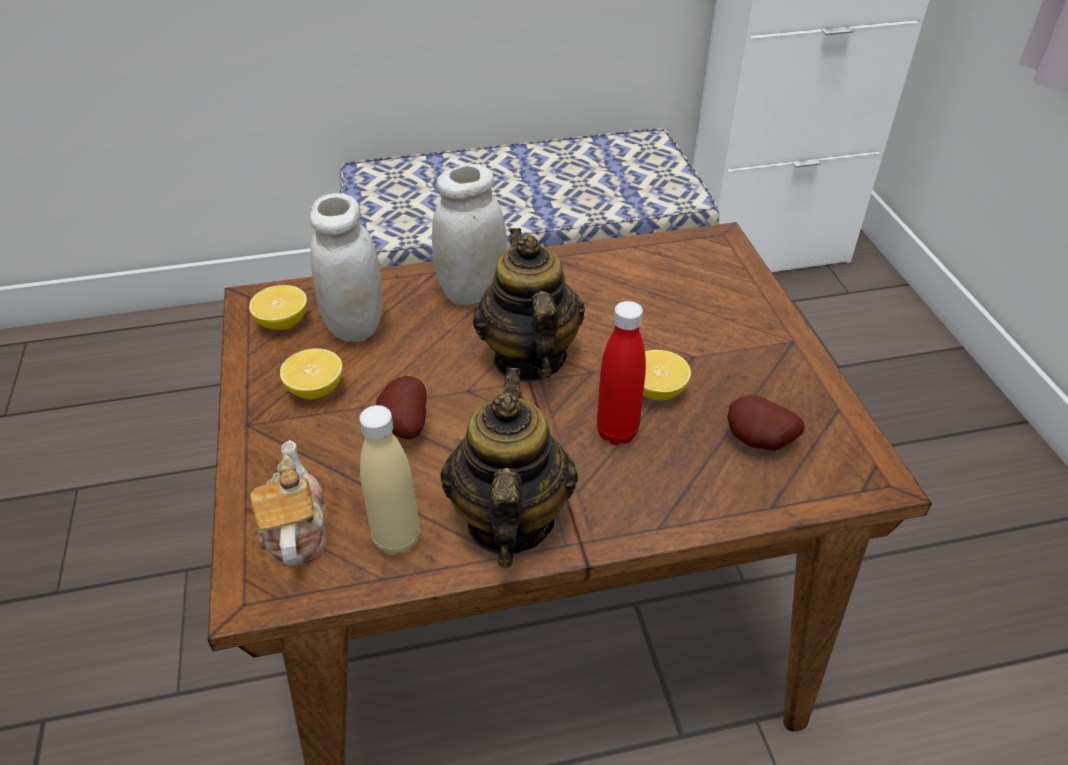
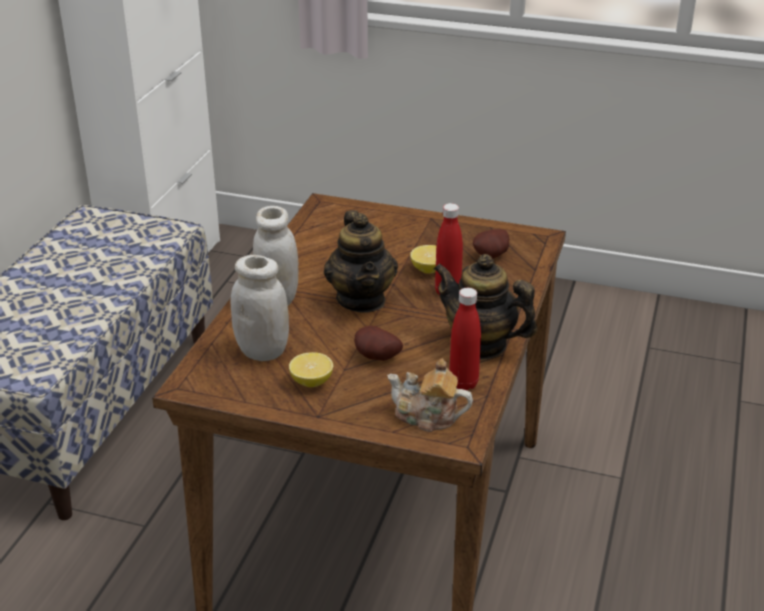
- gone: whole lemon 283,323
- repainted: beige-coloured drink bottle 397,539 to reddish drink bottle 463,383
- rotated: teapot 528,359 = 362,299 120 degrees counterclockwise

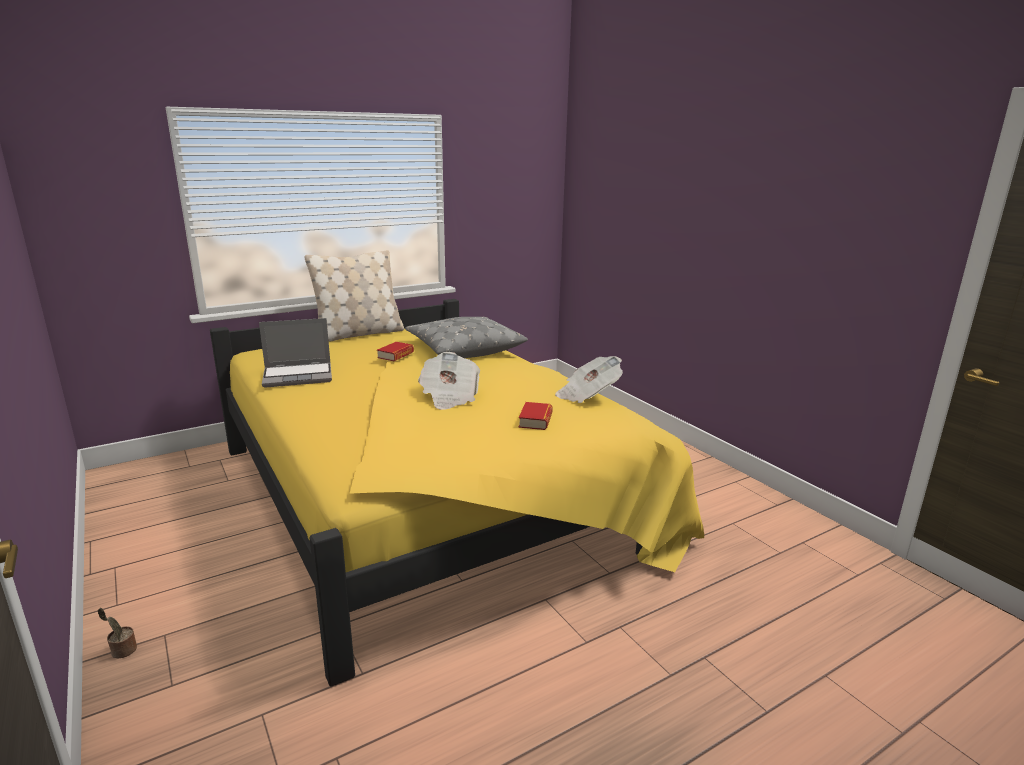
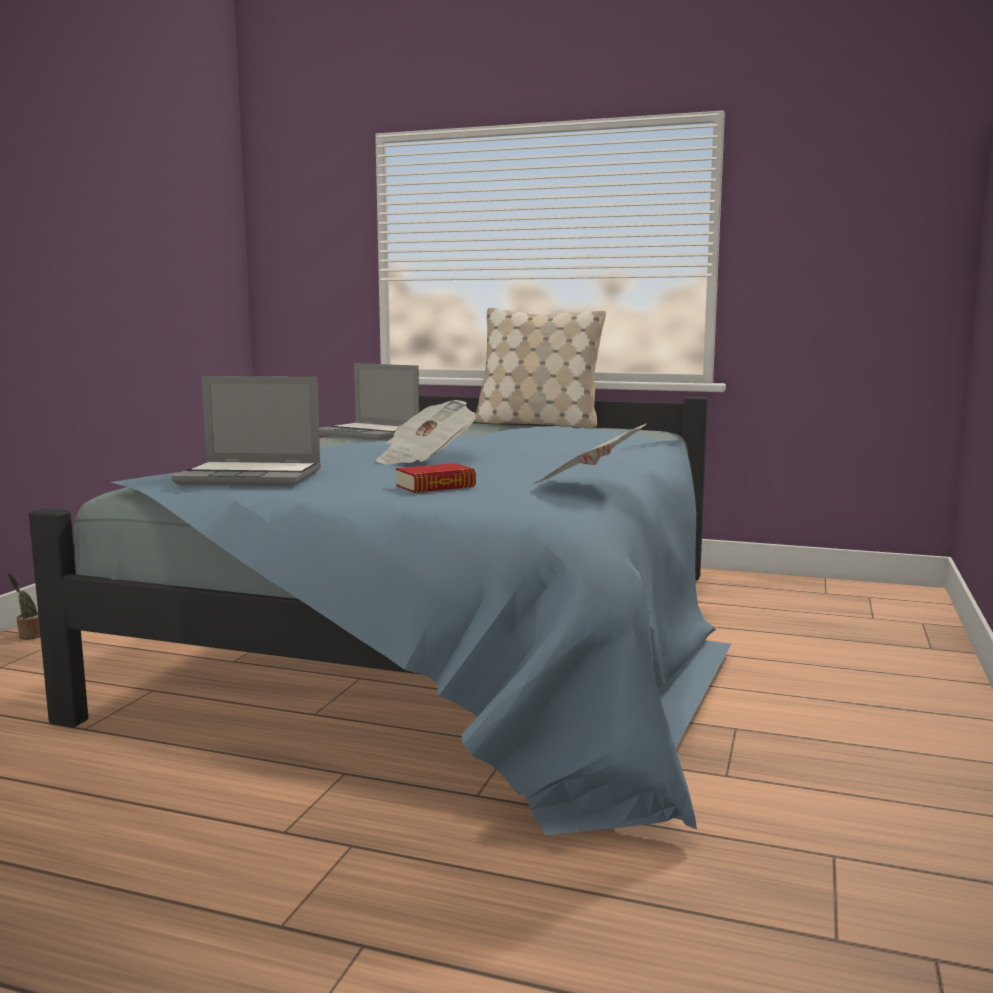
- repainted: yellow sleeping bed 433,498 to blue sleeping bed 459,642
- gone: volume 395,355
- gone: grey cushion 464,349
- new: laptop 252,477

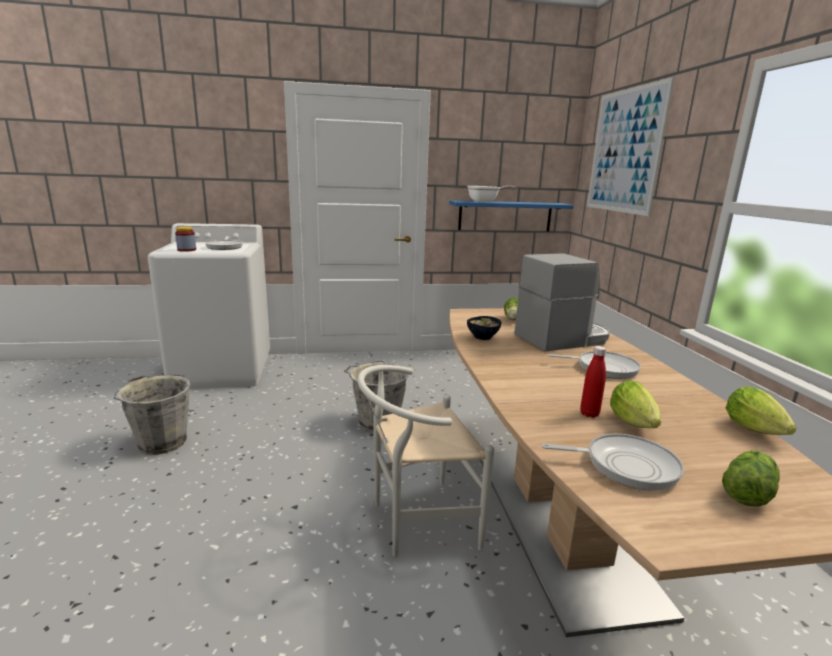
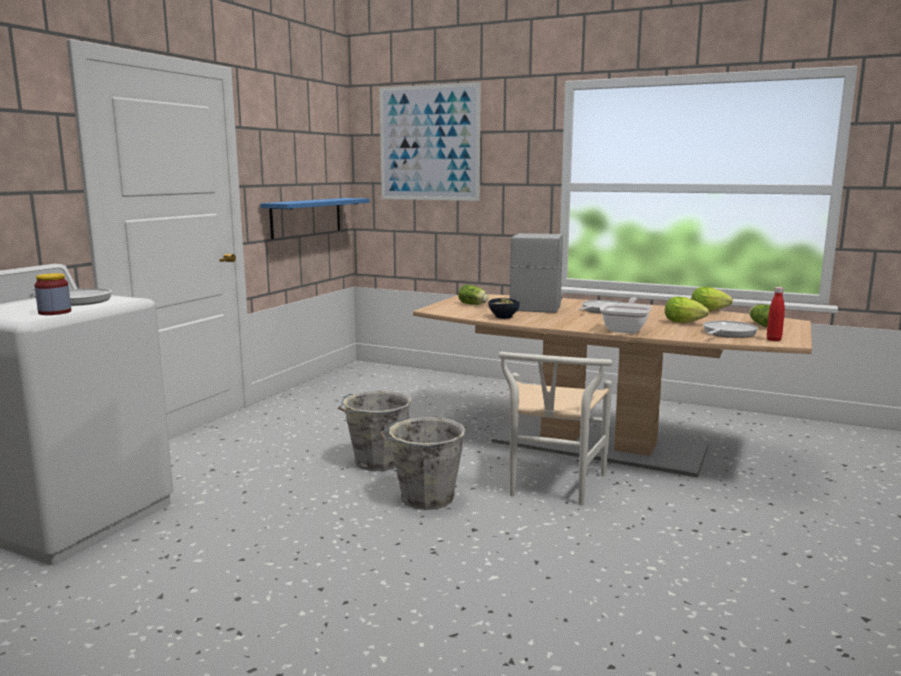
- shifted: grey bucket 161,442 to 425,498
- shifted: frying pan 486,201 to 626,329
- shifted: reddish drink bottle 589,414 to 773,340

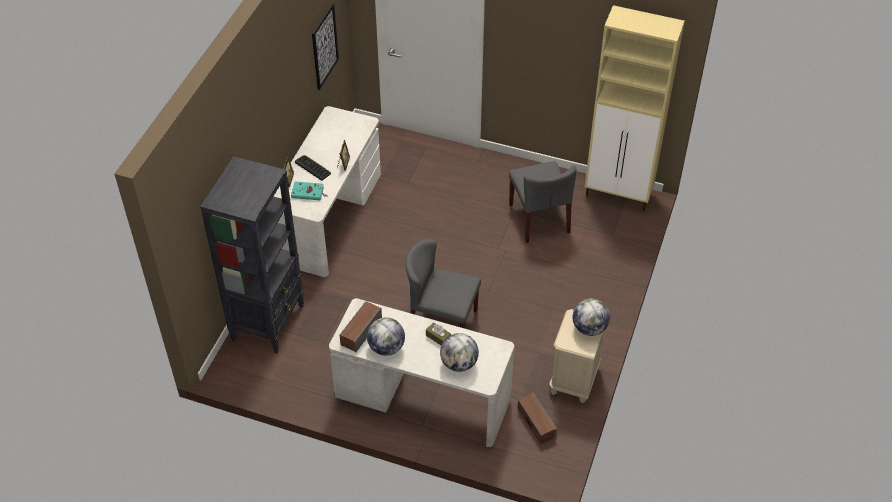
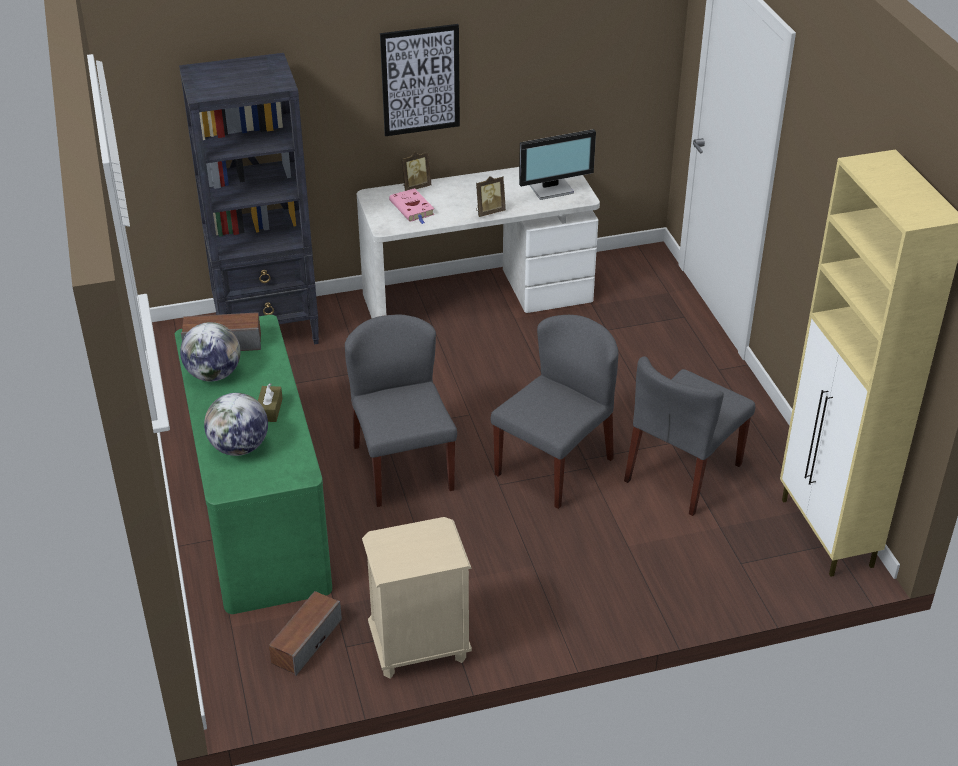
- repainted: blue-green volume 308,193 to pinkish volume 413,209
- gone: computer keyboard 313,167
- shifted: wall picture 324,46 to 420,80
- repainted: whitish desk table 422,399 to green desk table 257,510
- gone: world globe 589,328
- new: grey upright chair 554,466
- new: computer screen 551,188

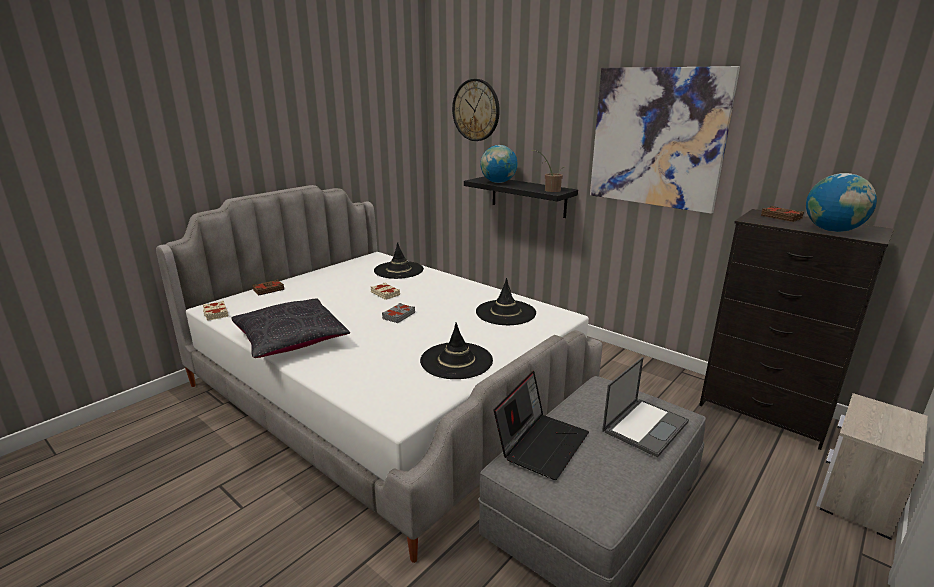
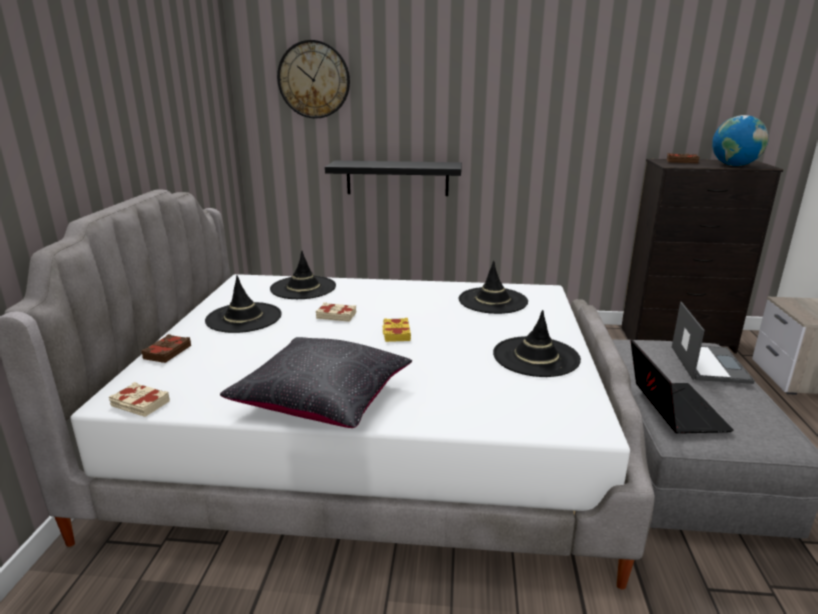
- repainted: grey volume 398,316 to yellow volume 396,333
- gone: world globe 498,182
- gone: houseplant 550,190
- gone: wall picture 657,138
- new: black-coloured hat 244,318

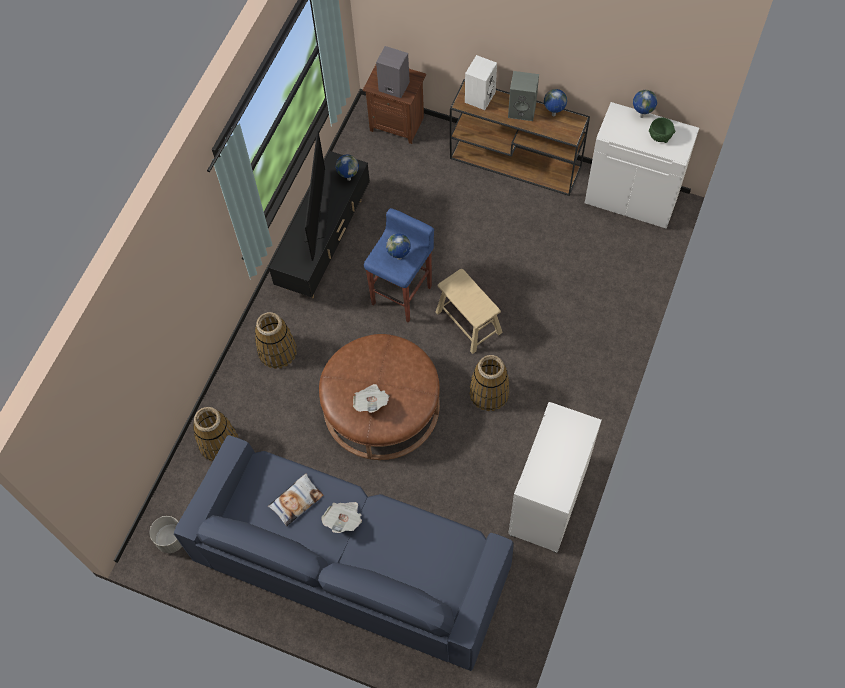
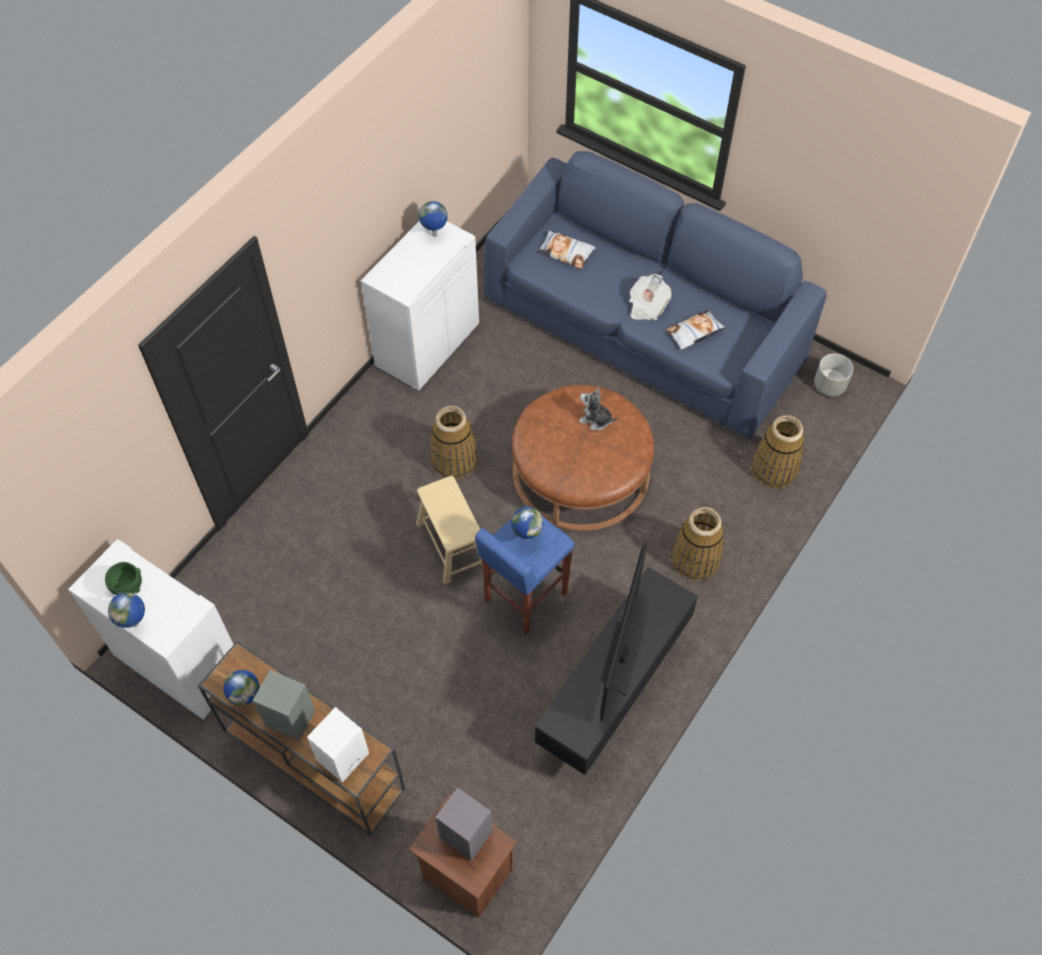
- shifted: world globe 348,178 to 435,235
- swapped: printed paper 371,402 to plush toy 595,419
- new: cushion 566,252

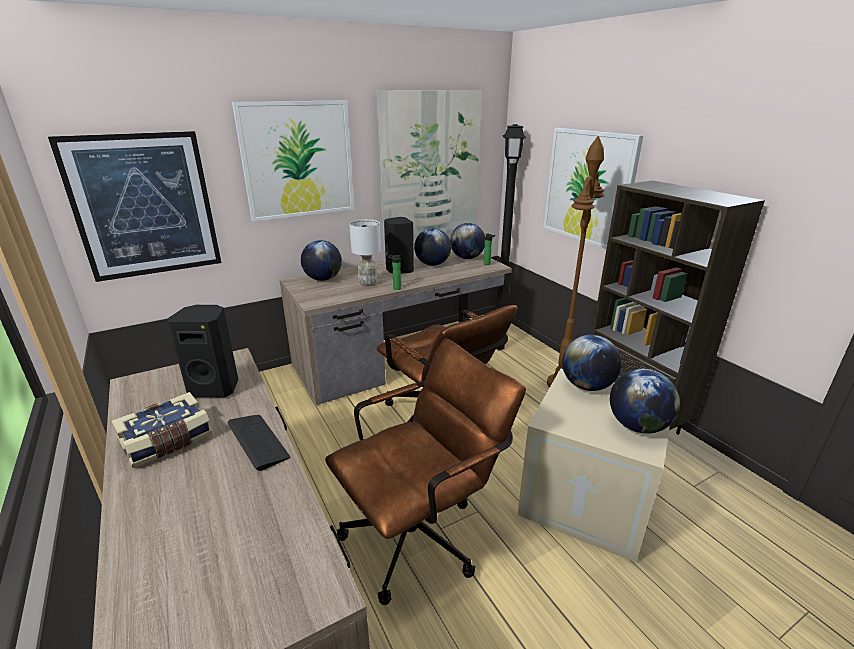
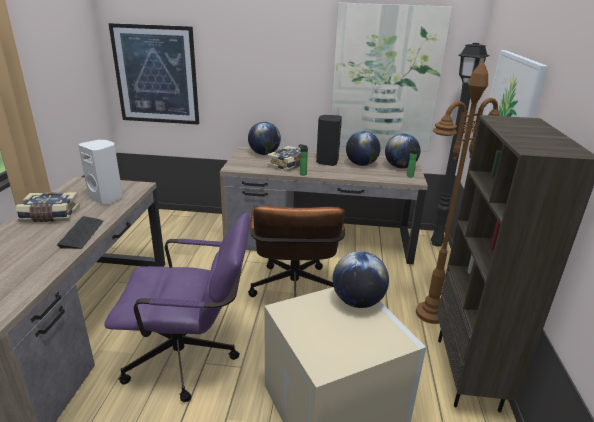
- repainted: black-coloured loudspeaker 215,388 to whitish loudspeaker 107,198
- gone: wall picture 298,160
- repainted: brown computer chair 422,532 to purplish computer chair 191,358
- swapped: whitish tabletop lamp 367,283 to volume 288,165
- gone: world globe 637,426

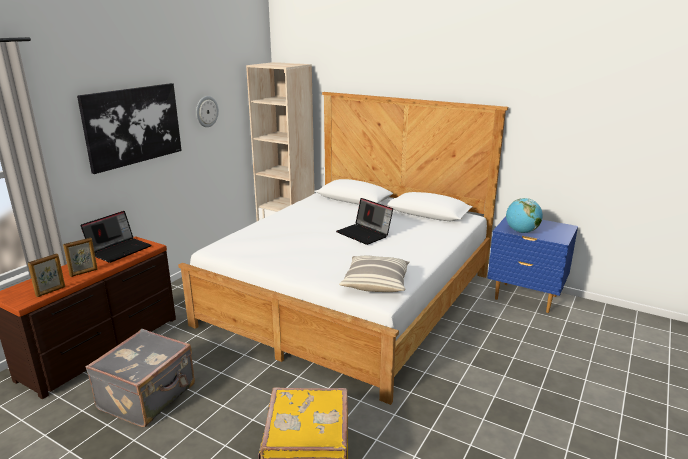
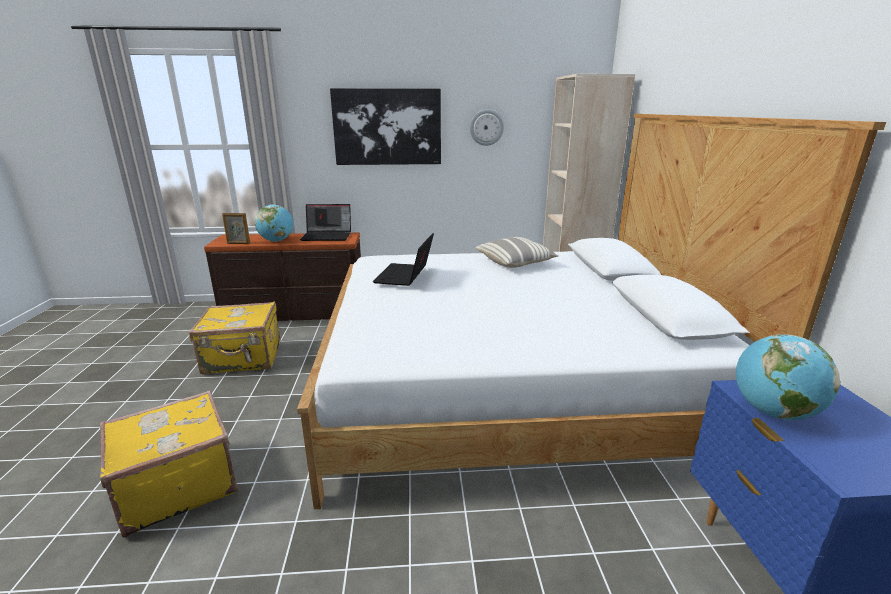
- swapped: picture frame 84,272 to world globe 277,241
- repainted: grey suitcase 148,397 to yellow suitcase 243,359
- shifted: laptop 364,234 to 405,276
- shifted: cushion 375,283 to 515,262

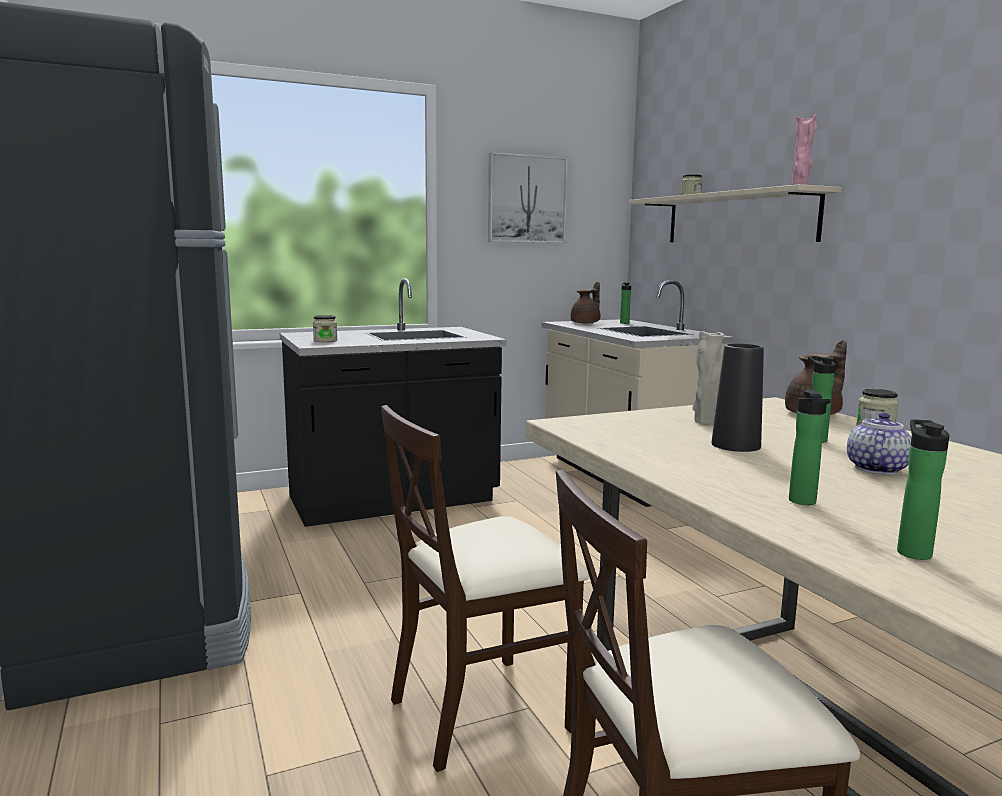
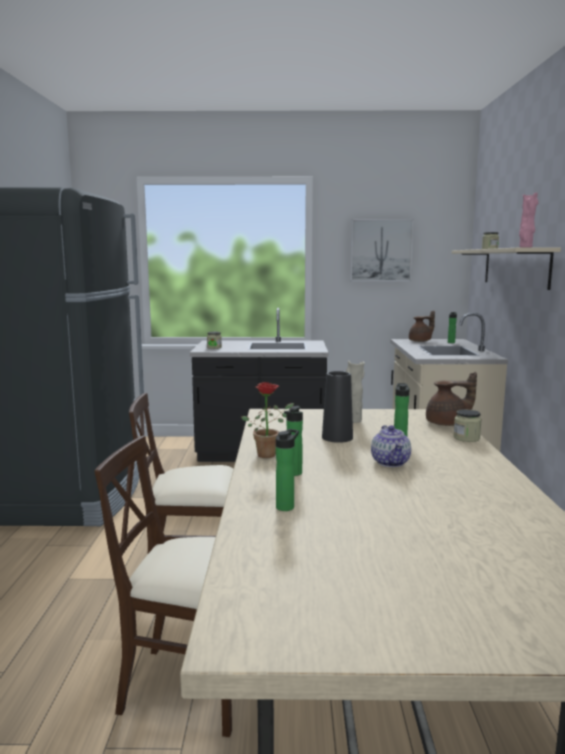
- rotated: teapot 875,468 = 391,462 120 degrees clockwise
- new: houseplant 269,454

